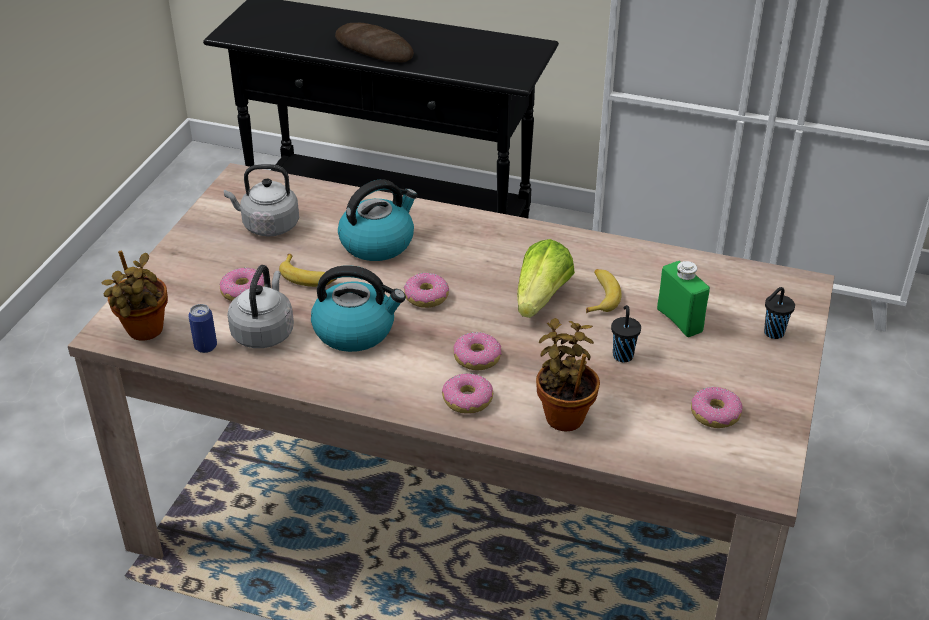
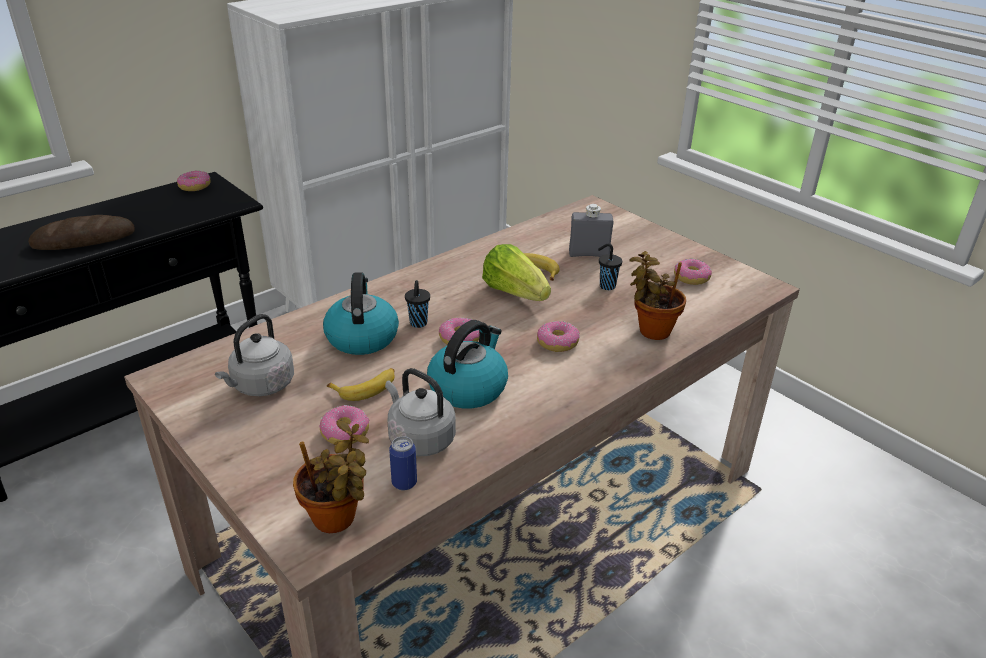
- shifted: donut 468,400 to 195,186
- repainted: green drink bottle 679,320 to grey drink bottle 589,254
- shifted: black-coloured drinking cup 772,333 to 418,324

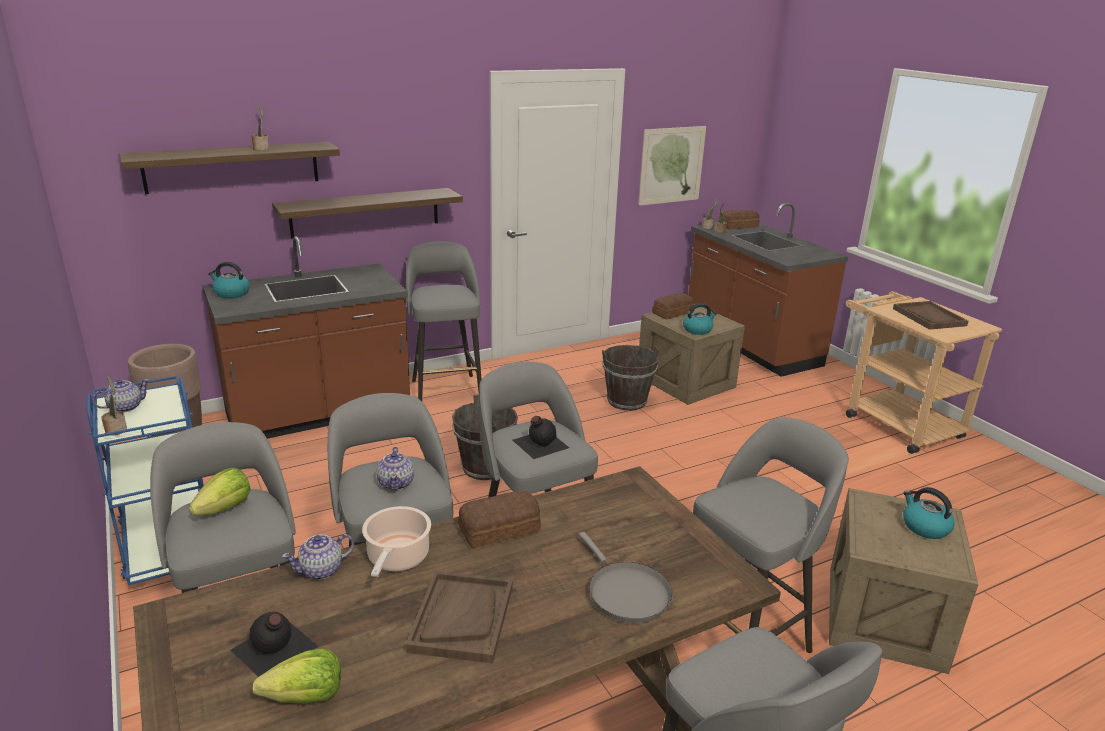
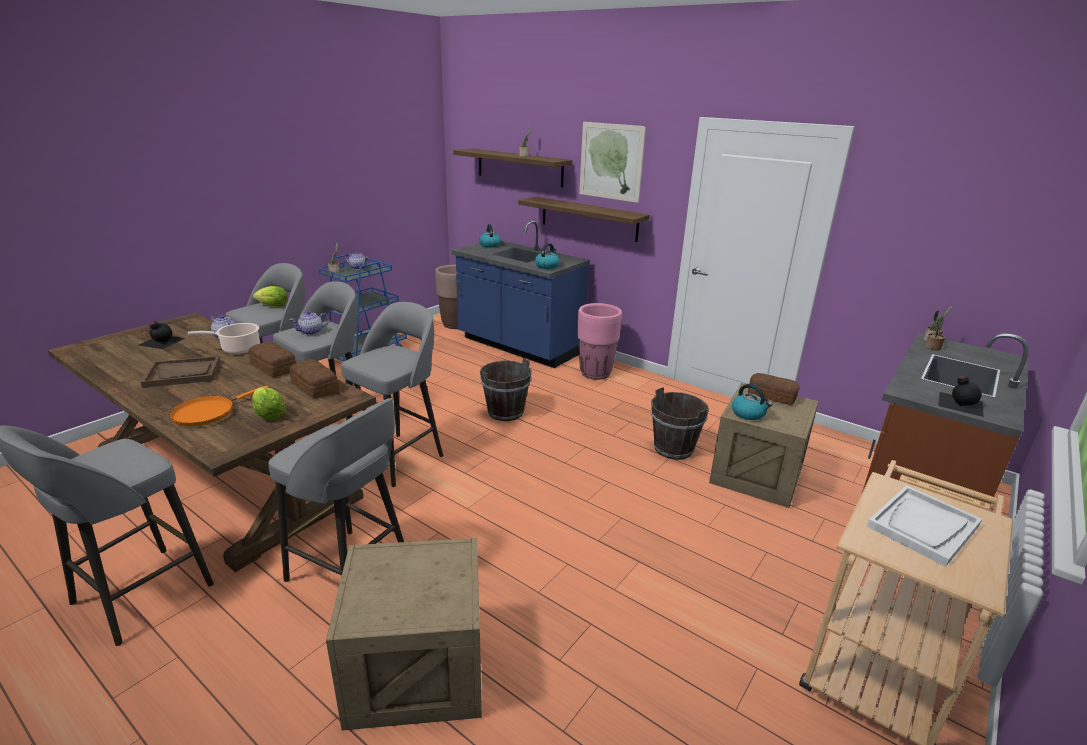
- repainted: brown kitchen base unit 319,415 to blue kitchen base unit 518,346
- shifted: lettuce head 305,697 to 269,414
- swapped: grey stool seat 446,390 to pinkish planter 595,373
- shifted: black-coloured drink bottle 539,443 to 959,403
- repainted: grey frying pan 625,593 to orange-coloured frying pan 207,413
- shifted: wall picture 671,165 to 611,161
- shifted: bakery bread 739,226 to 314,387
- repainted: brown serving tray 929,317 to whitish serving tray 923,526
- shifted: water kettle 924,527 to 547,266

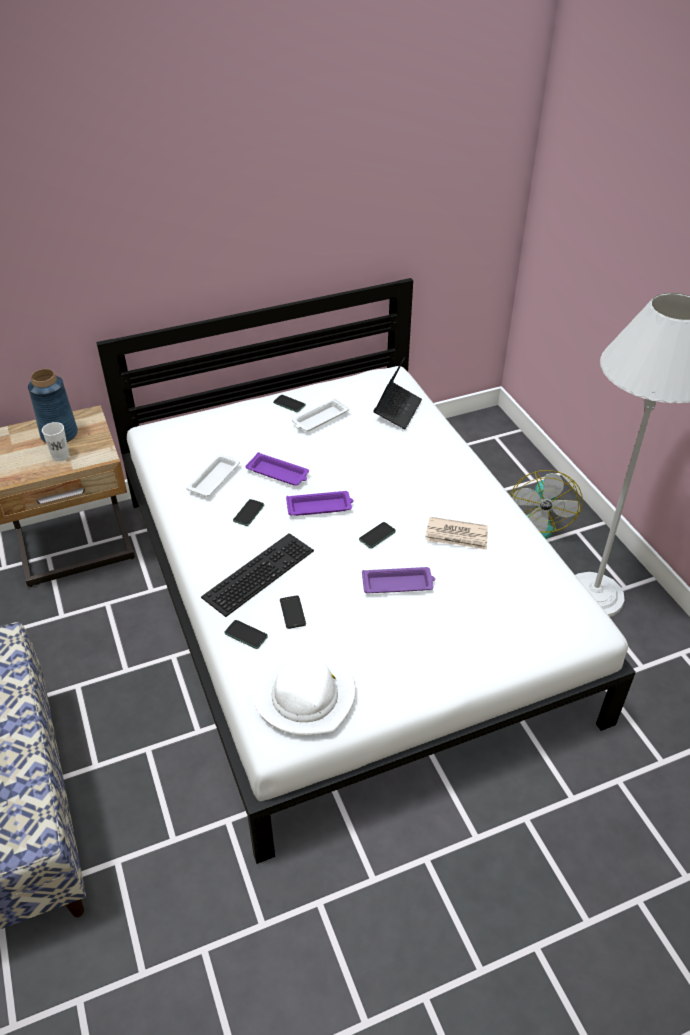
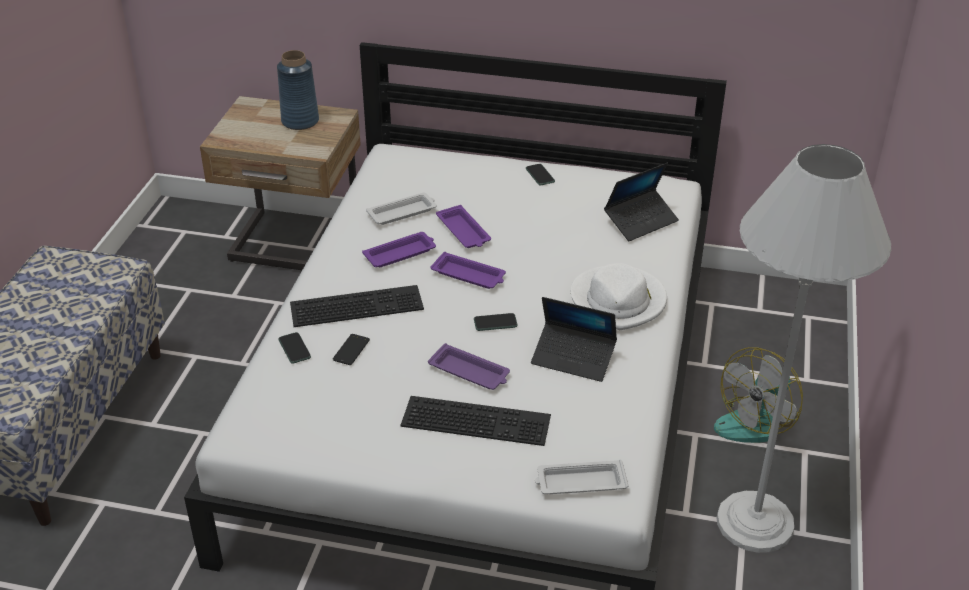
- gone: whitish drinking cup 60,456
- swapped: phone 248,513 to purplish serving tray 401,253
- shifted: whitish hat 305,695 to 619,301
- shifted: whitish serving tray 319,419 to 579,482
- swapped: printed paper 457,536 to laptop 573,358
- new: computer keyboard 478,419

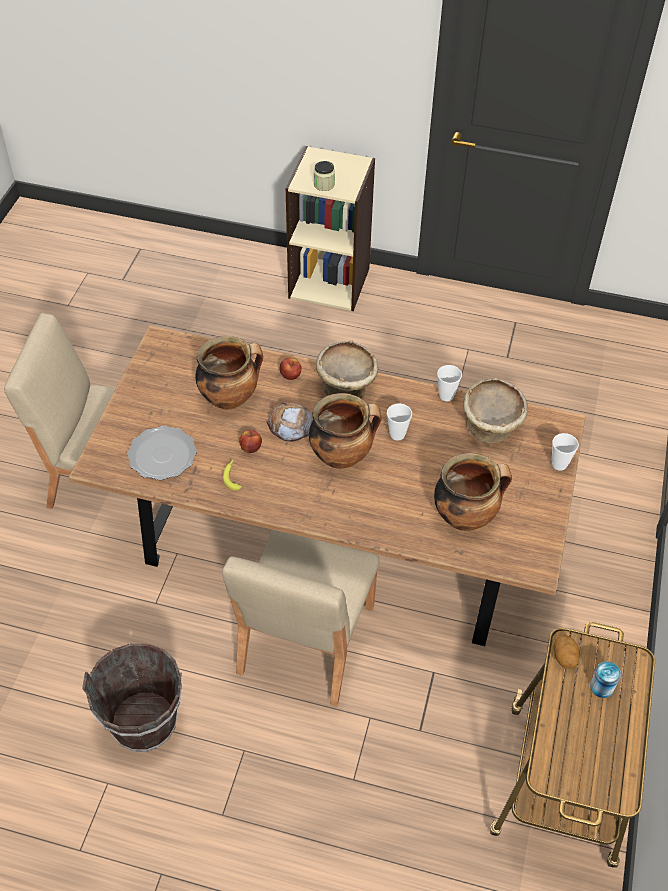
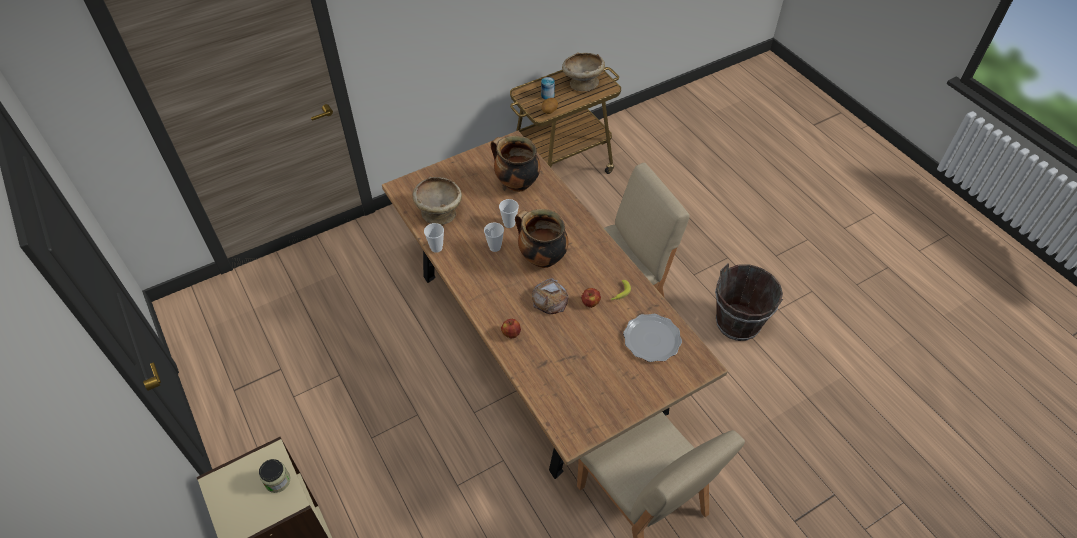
- gone: cooking pot 230,398
- shifted: beige-coloured deep dish 346,387 to 582,84
- shifted: drinking cup 559,464 to 509,223

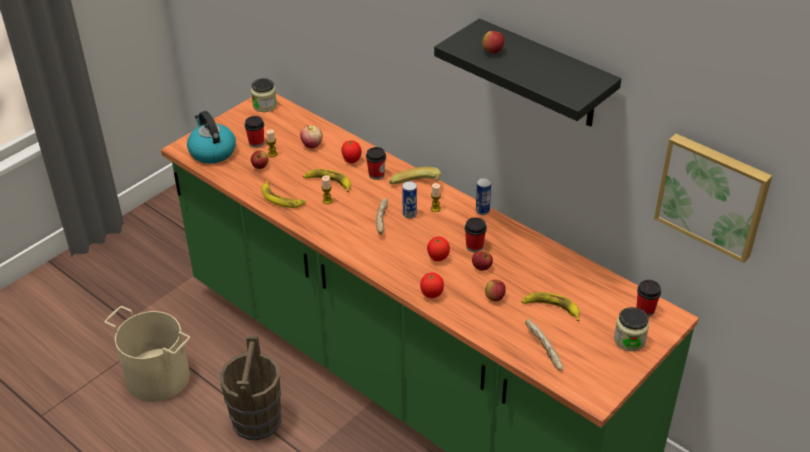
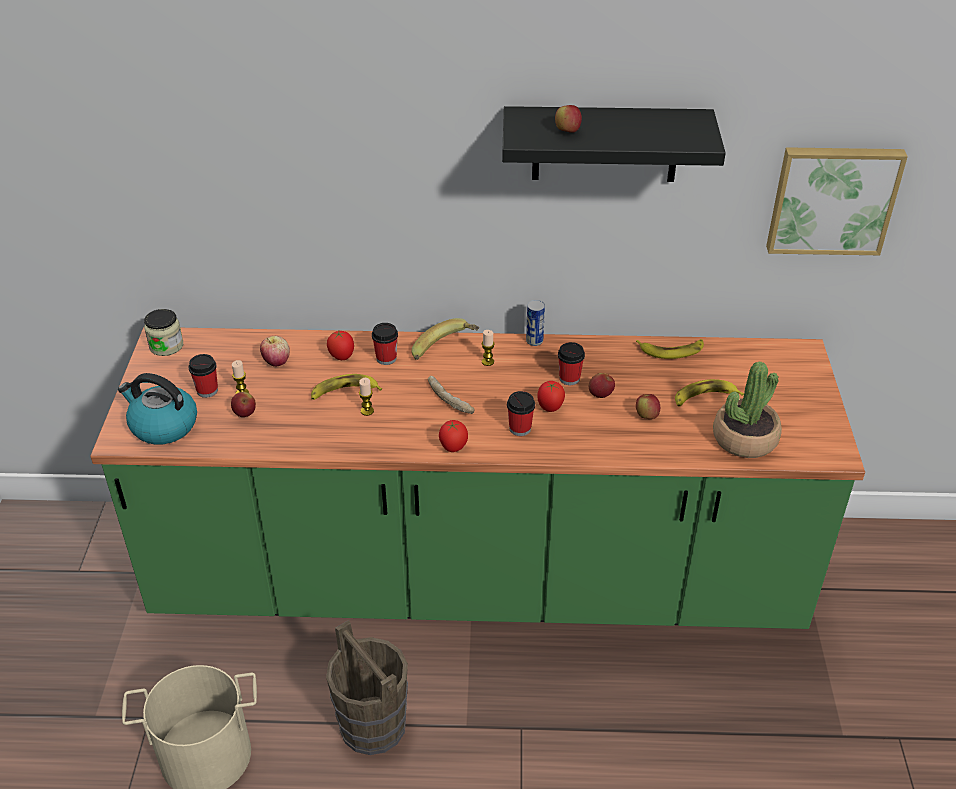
- shifted: banana 282,198 to 671,350
- gone: can 409,214
- shifted: tomato 431,295 to 453,448
- swapped: bakery bread 543,349 to houseplant 744,438
- gone: jar 629,340
- shifted: drinking cup 645,310 to 520,428

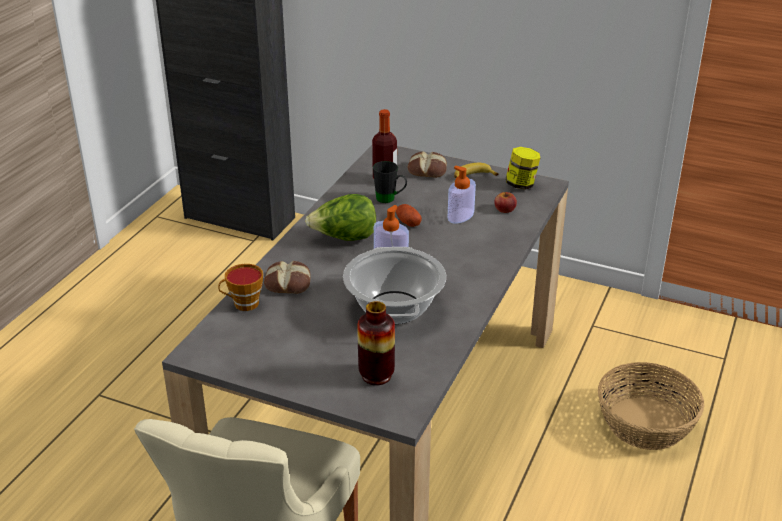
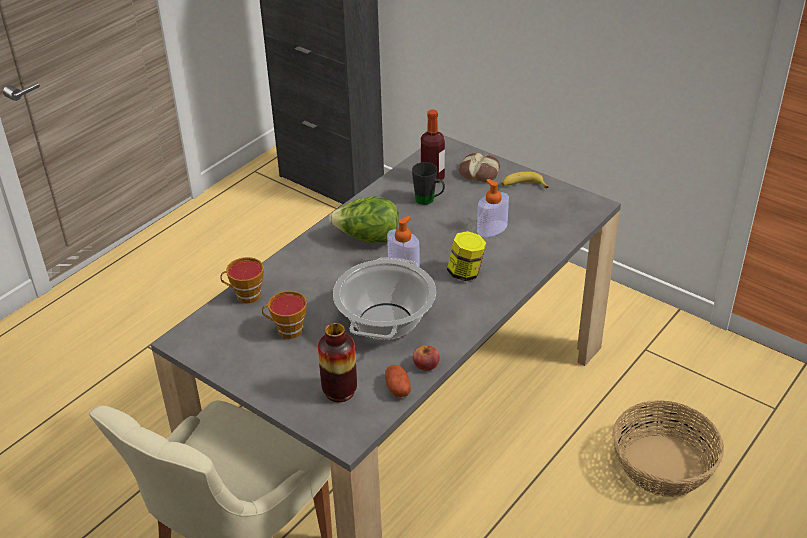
- gone: bakery bread 288,282
- shifted: spud 408,222 to 397,388
- shifted: apple 505,209 to 426,364
- shifted: jar 521,184 to 466,273
- new: drinking cup 287,330

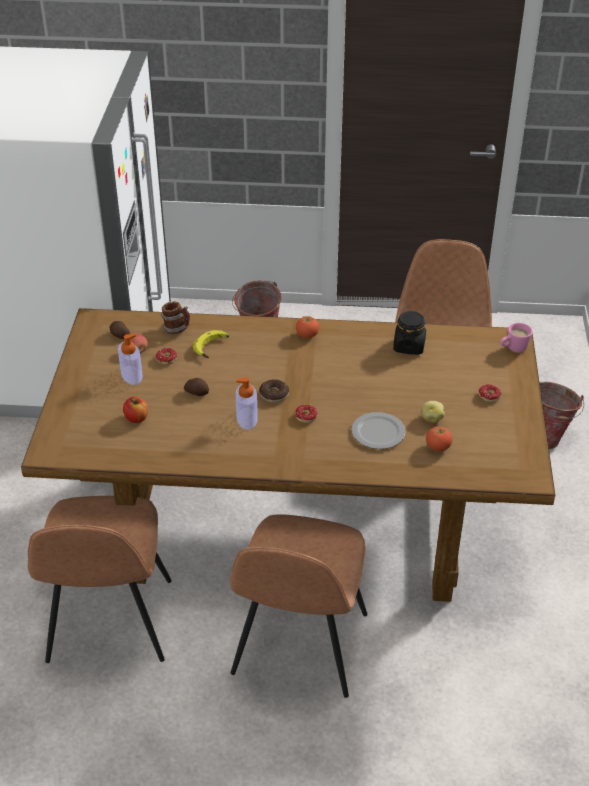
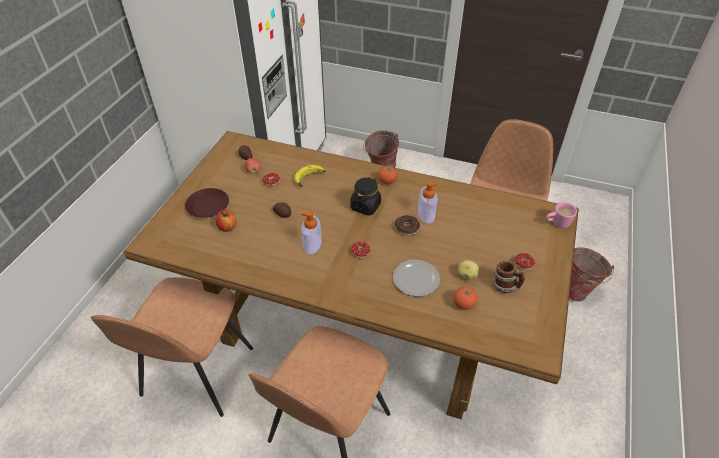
- shifted: soap dispenser 131,375 to 426,214
- shifted: coffee mug 177,329 to 506,286
- shifted: donut 274,395 to 407,228
- shifted: black-coloured jar 409,346 to 365,206
- new: brown dinner plate 208,207

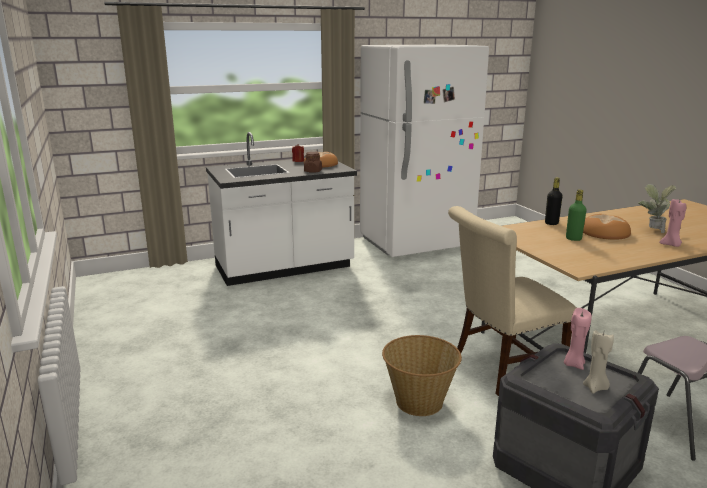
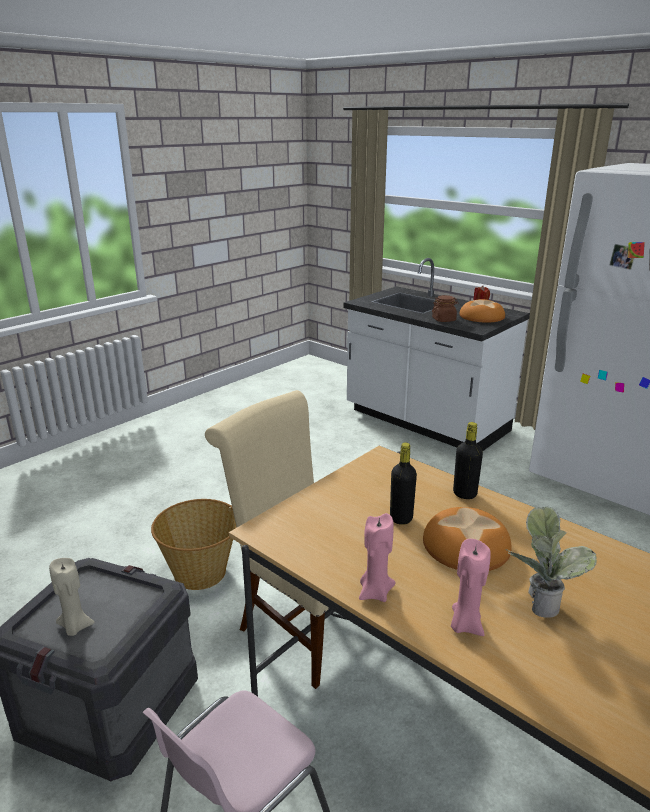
- shifted: pinkish wax light 573,364 to 375,592
- repainted: green drink bottle 573,239 to black-coloured drink bottle 401,518

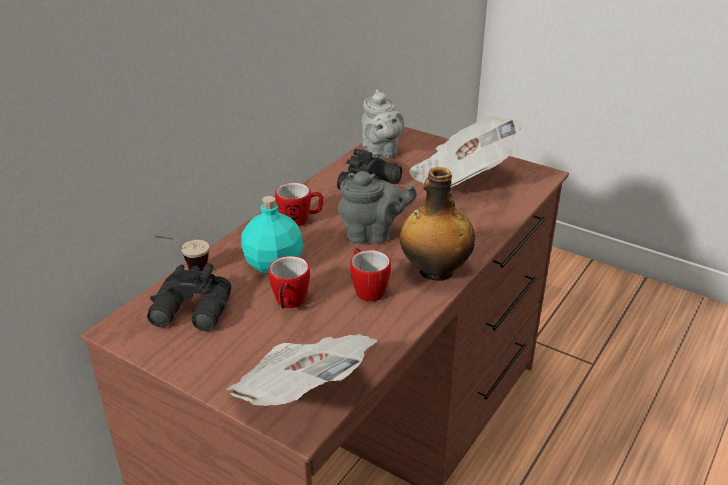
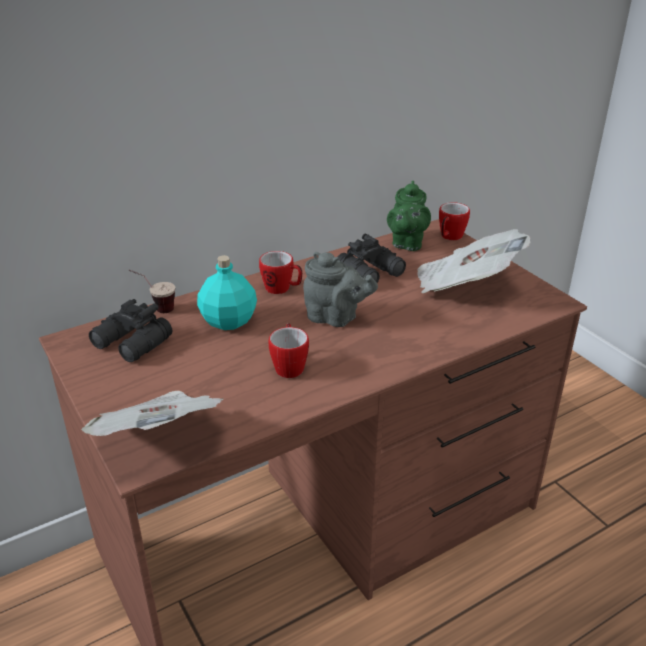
- shifted: coffee mug 289,304 to 449,237
- repainted: grey teapot 380,152 to green teapot 407,243
- gone: drink bottle 434,271

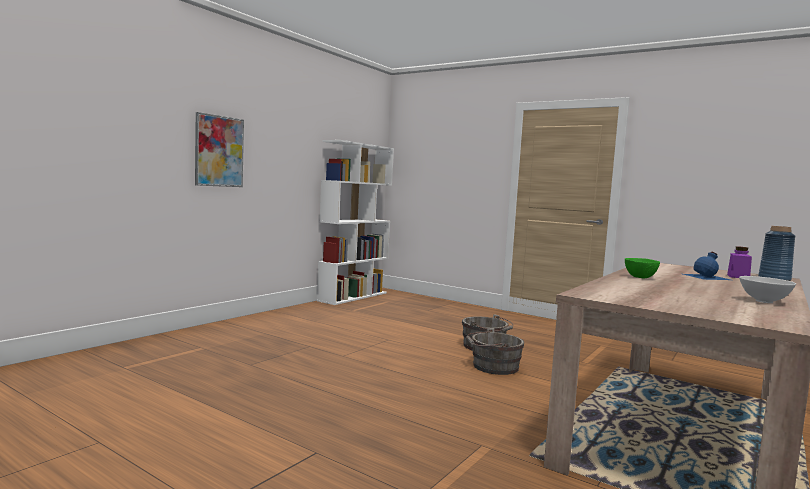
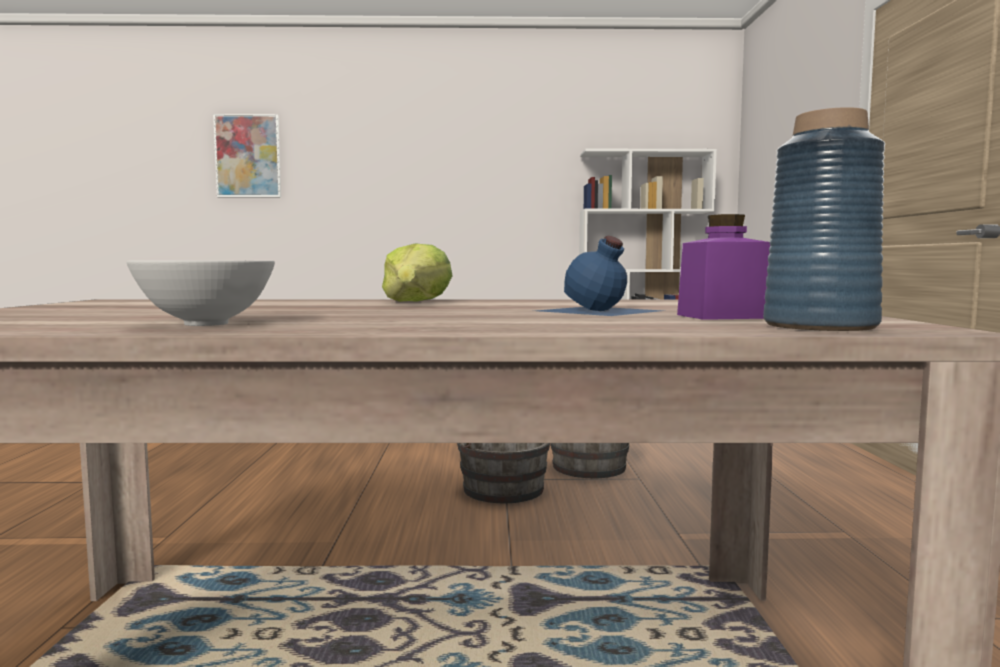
- shifted: wall picture 219,151 to 248,156
- swapped: green deep dish 640,277 to lettuce head 416,302

